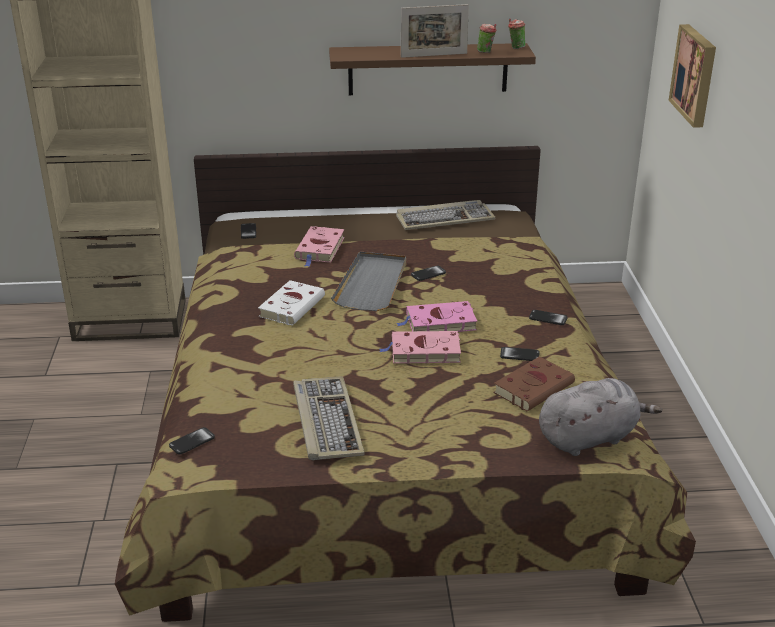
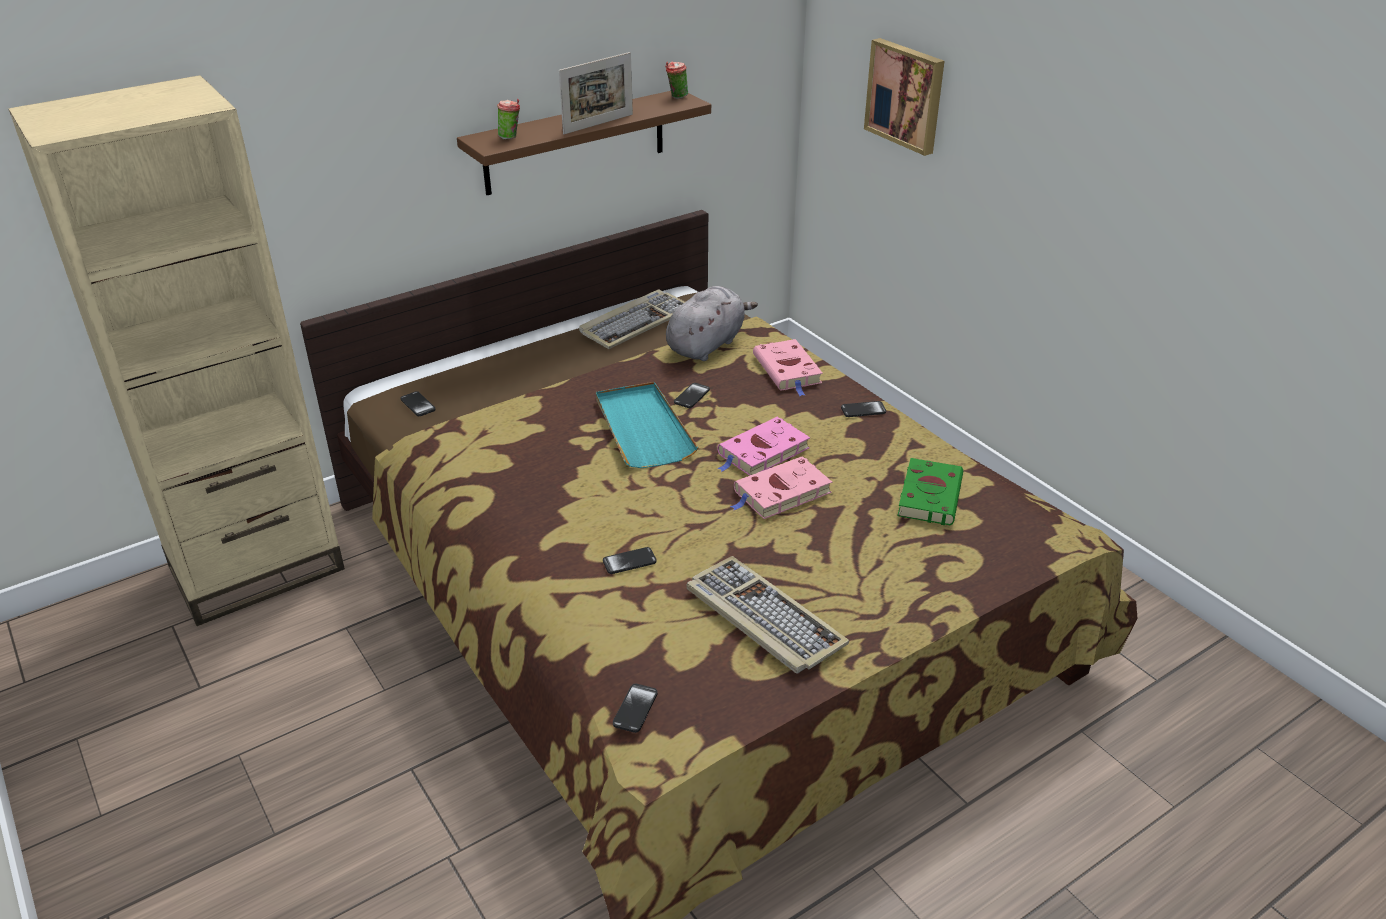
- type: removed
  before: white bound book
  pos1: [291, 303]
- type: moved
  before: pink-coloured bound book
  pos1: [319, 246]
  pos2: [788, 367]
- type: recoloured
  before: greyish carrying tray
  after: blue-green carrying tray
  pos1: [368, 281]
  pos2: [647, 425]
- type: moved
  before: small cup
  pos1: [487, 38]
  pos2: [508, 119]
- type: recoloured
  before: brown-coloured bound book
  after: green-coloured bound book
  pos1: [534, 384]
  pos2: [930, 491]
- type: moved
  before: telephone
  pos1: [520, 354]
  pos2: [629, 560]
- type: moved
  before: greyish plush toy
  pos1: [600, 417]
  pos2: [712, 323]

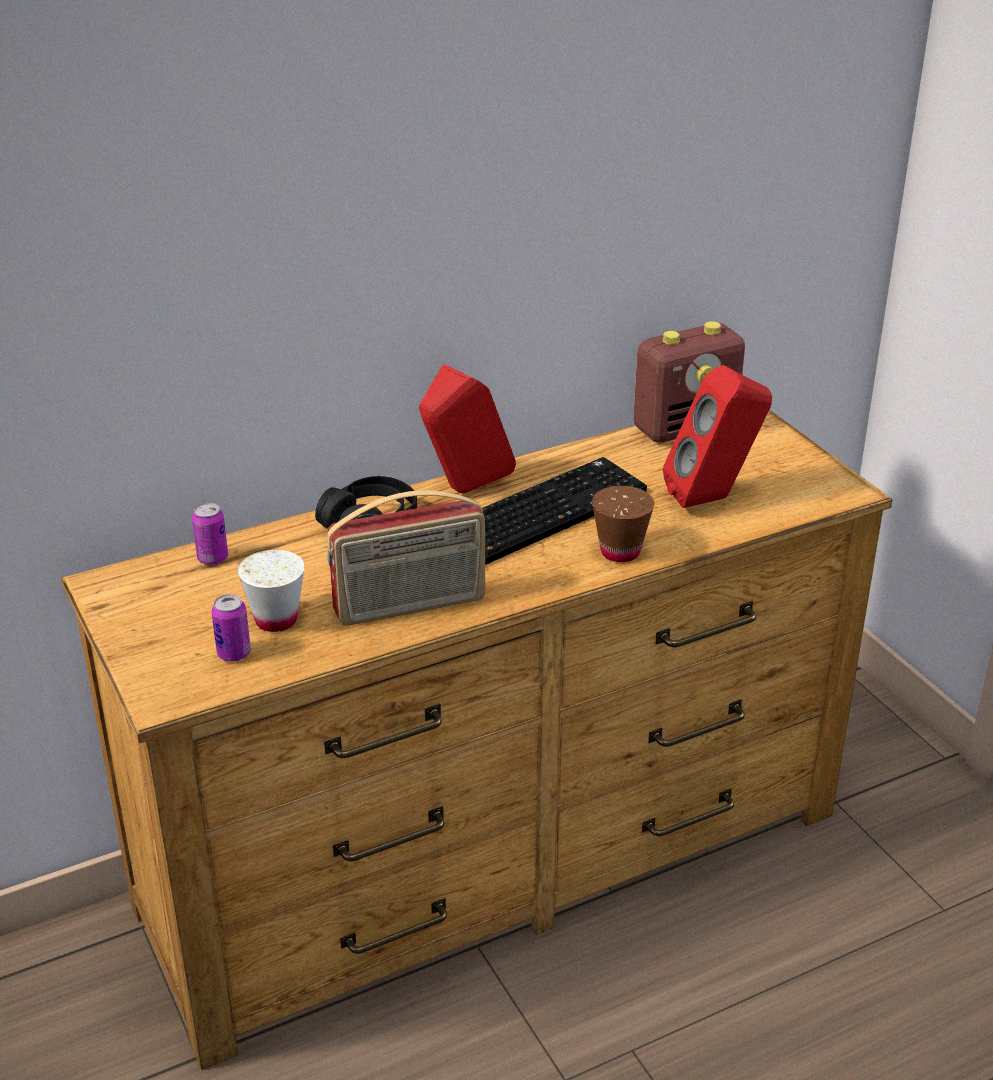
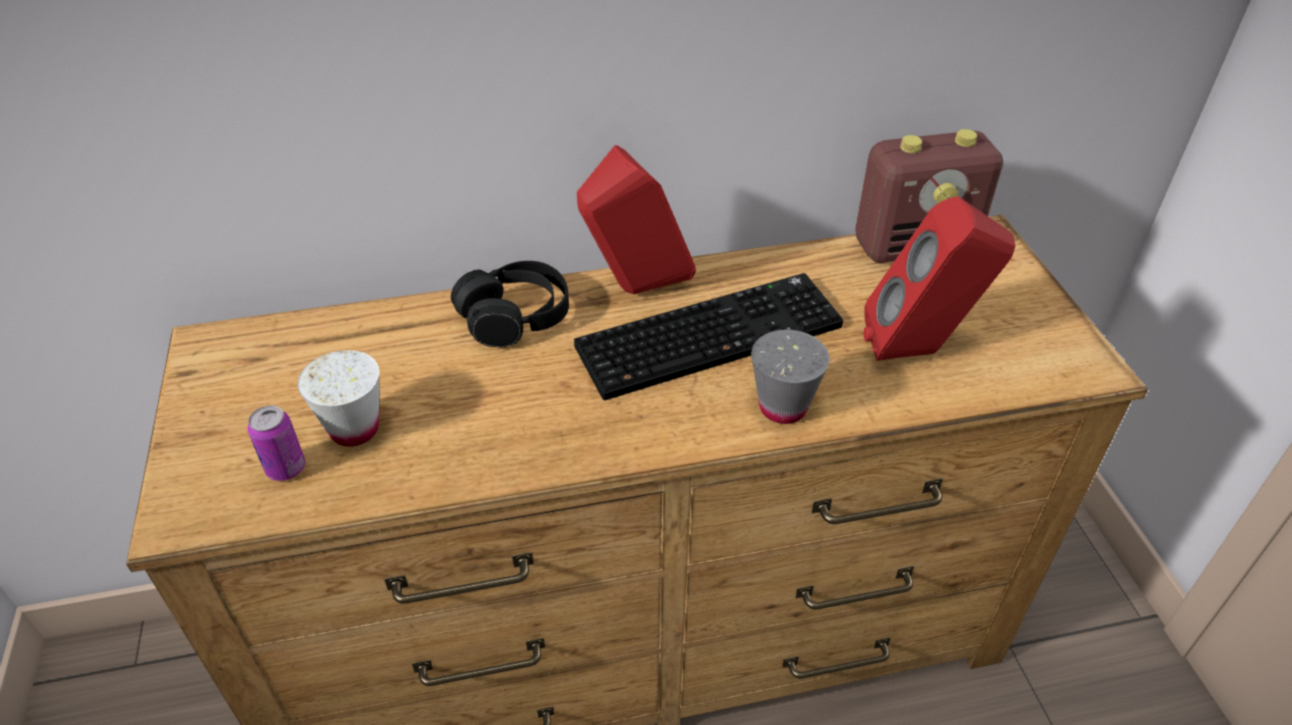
- type: removed
  before: sealed can
  pos1: [210, 534]
- type: removed
  before: radio set
  pos1: [406, 558]
- type: recoloured
  before: brown-coloured small cup
  after: greyish small cup
  pos1: [623, 524]
  pos2: [790, 377]

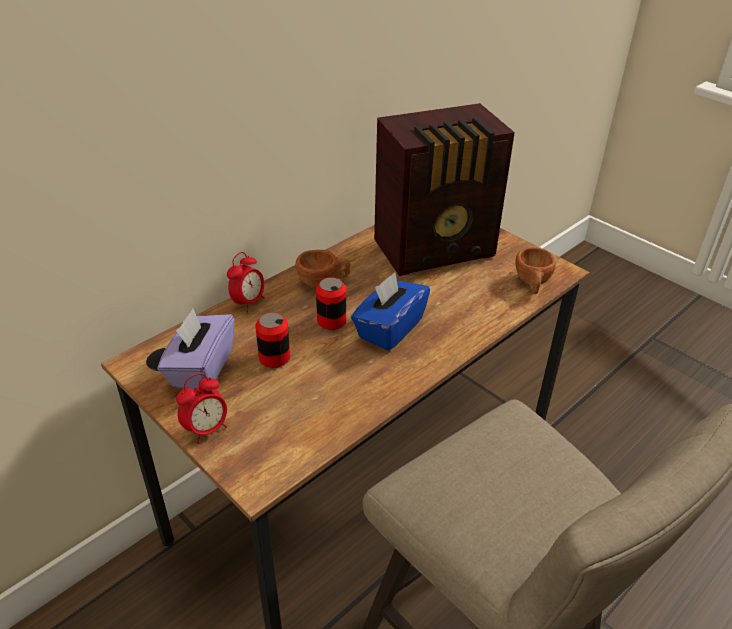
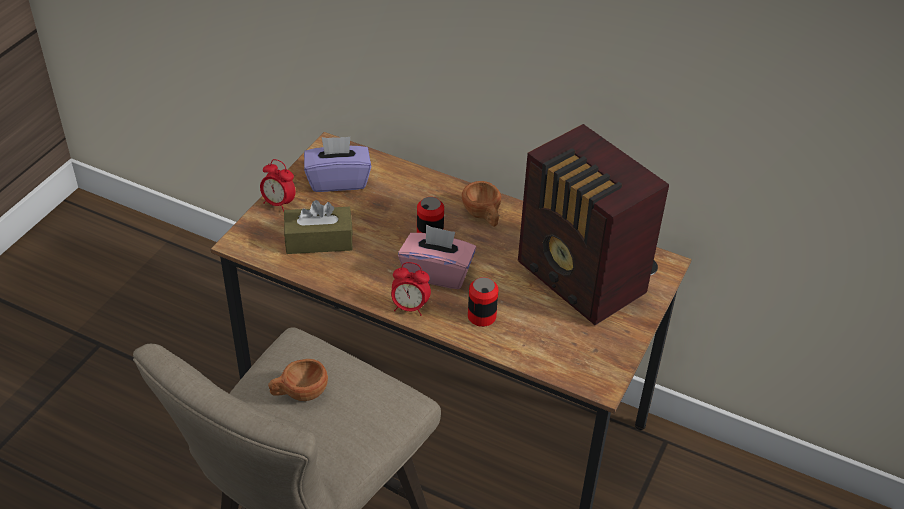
- type: moved
  before: bedside clock
  pos1: [245, 282]
  pos2: [411, 289]
- type: moved
  before: sealed can
  pos1: [272, 340]
  pos2: [483, 302]
- type: recoloured
  before: blue tissue box
  after: pink-coloured tissue box
  pos1: [390, 311]
  pos2: [437, 257]
- type: moved
  before: brown-coloured small cup
  pos1: [535, 270]
  pos2: [298, 380]
- type: added
  after: brown-coloured tissue box
  pos2: [318, 227]

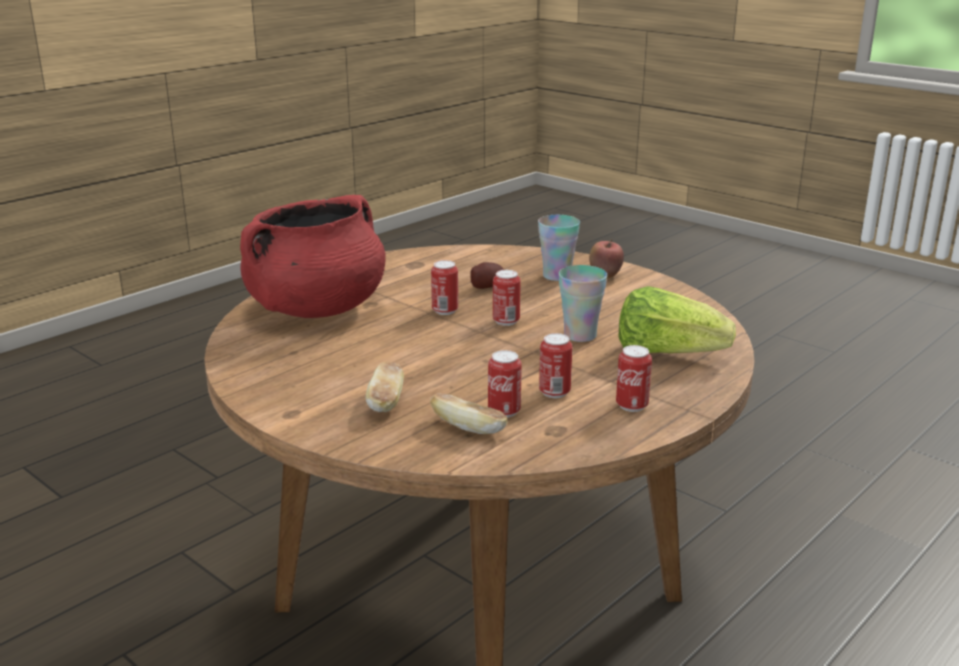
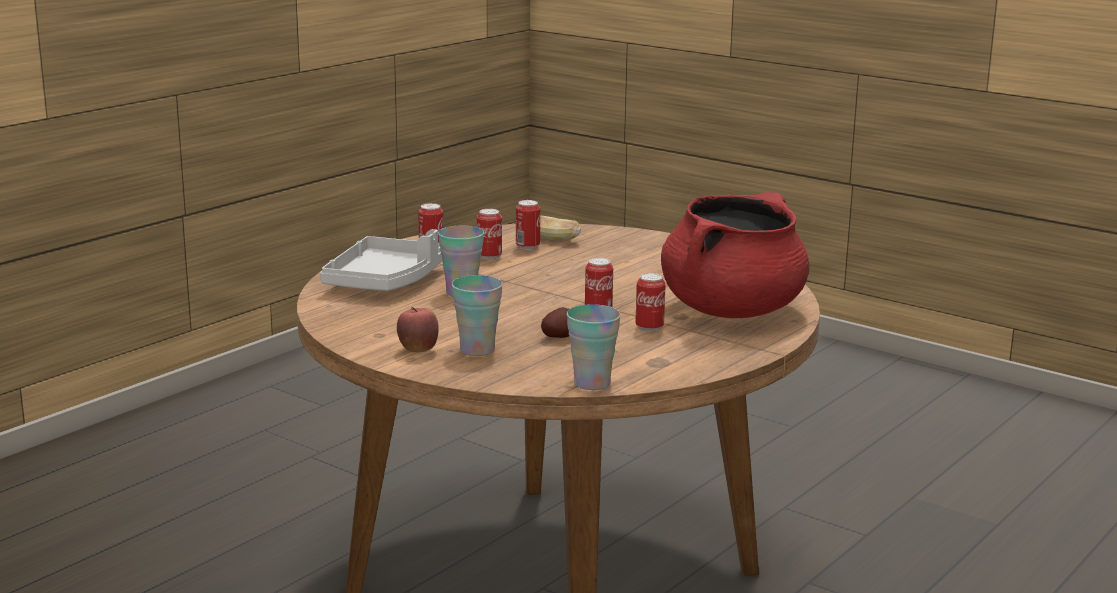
- type: removed
  before: bakery bread
  pos1: [384, 387]
- type: moved
  before: sealed can
  pos1: [507, 298]
  pos2: [650, 302]
- type: replaced
  before: lettuce head
  after: greyish carrying tray
  pos1: [677, 319]
  pos2: [381, 260]
- type: added
  after: small cup
  pos2: [594, 347]

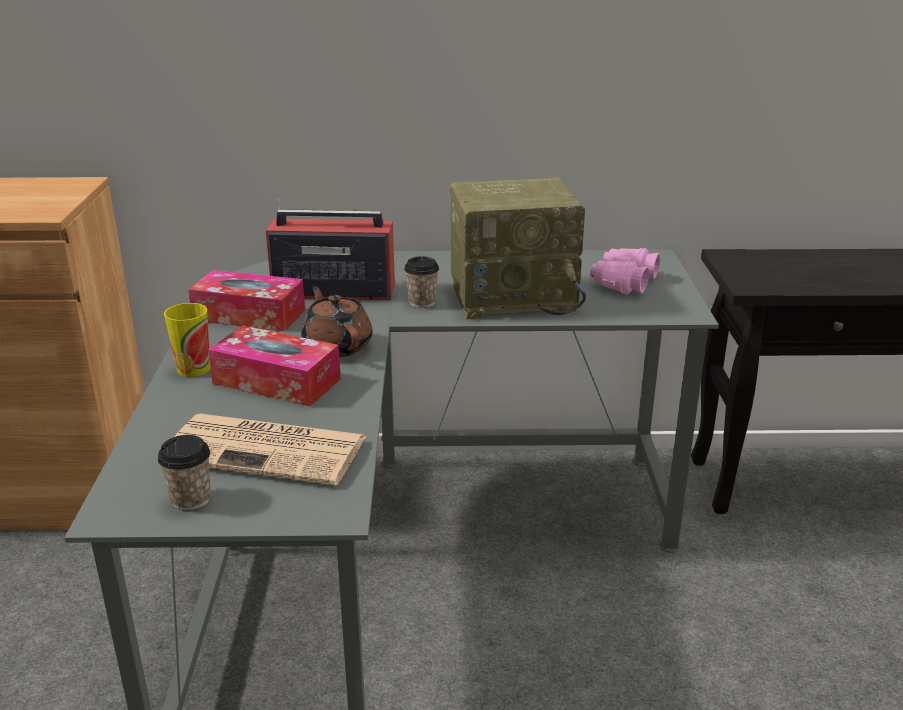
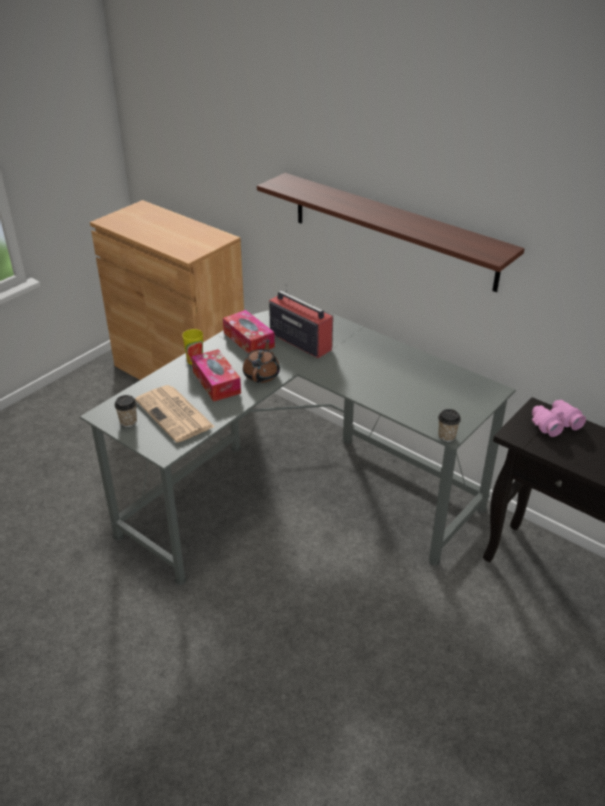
- type: moved
  before: small cup
  pos1: [421, 282]
  pos2: [449, 425]
- type: removed
  before: radio set
  pos1: [518, 248]
- type: moved
  before: pink-coloured pair of binoculars
  pos1: [625, 271]
  pos2: [559, 418]
- type: added
  after: bracket shelf
  pos2: [391, 232]

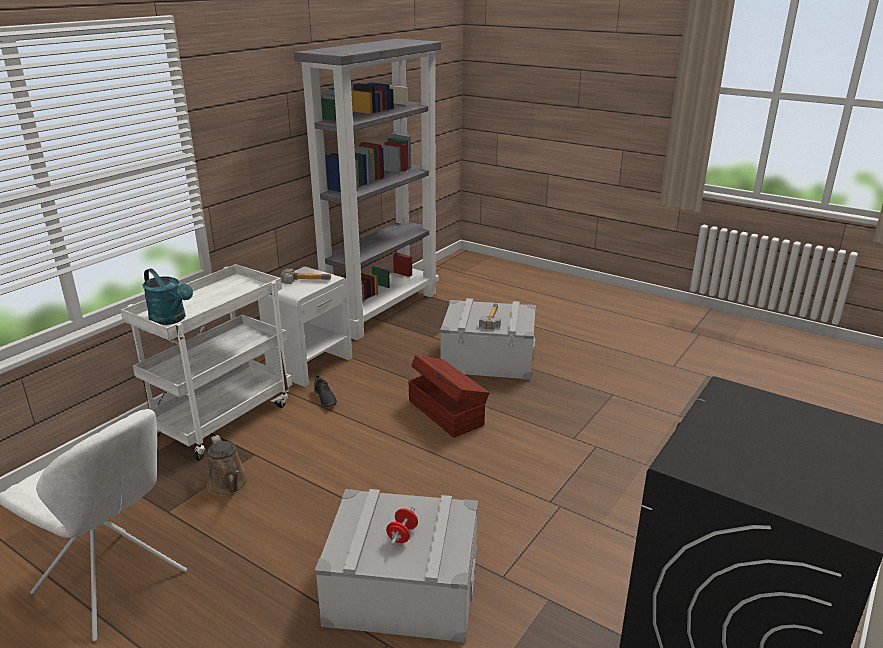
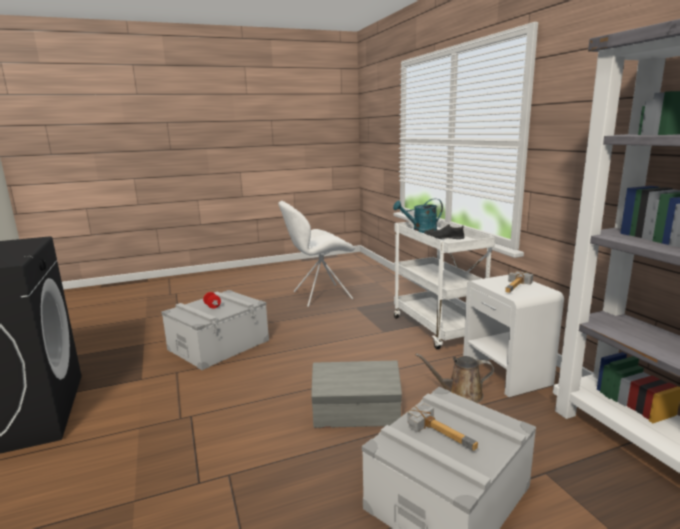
- type: moved
  before: brown-coloured sprinkling can
  pos1: [227, 465]
  pos2: [455, 378]
- type: moved
  before: black-coloured item of footwear
  pos1: [325, 391]
  pos2: [444, 231]
- type: recoloured
  before: brown-coloured storage bin
  after: greyish storage bin
  pos1: [449, 396]
  pos2: [356, 394]

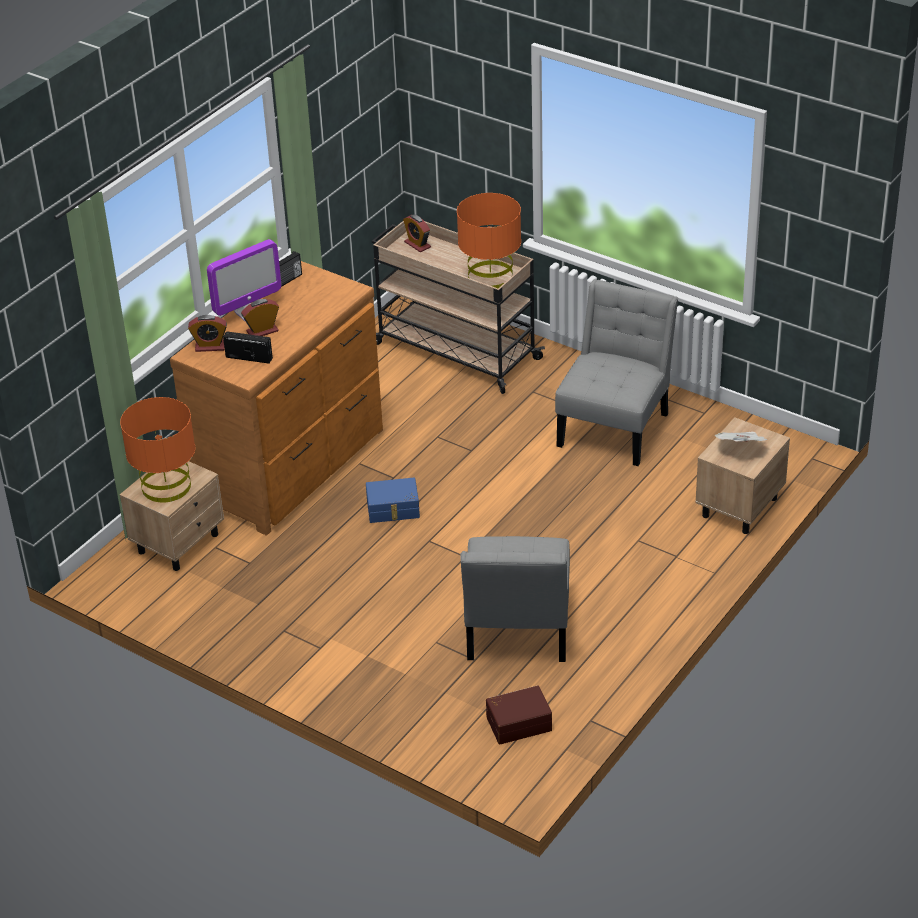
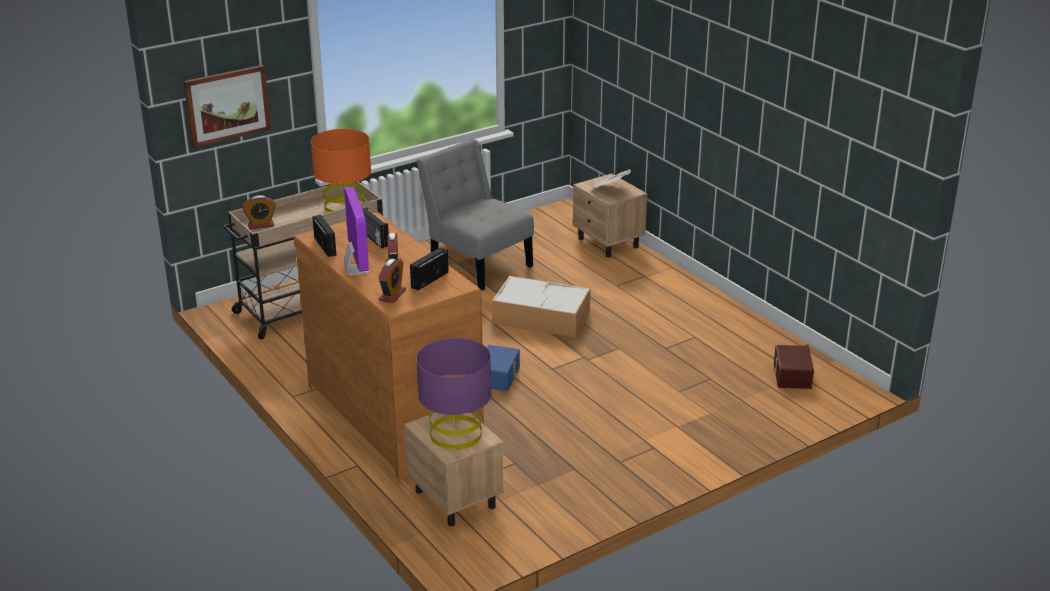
- type: recoloured
  before: orange lamp for a table
  after: purple-coloured lamp for a table
  pos1: [157, 450]
  pos2: [453, 394]
- type: removed
  before: greyish upright chair
  pos1: [515, 599]
- type: added
  after: picture
  pos2: [227, 106]
- type: added
  after: radio set
  pos2: [375, 228]
- type: added
  after: storage bin
  pos2: [541, 306]

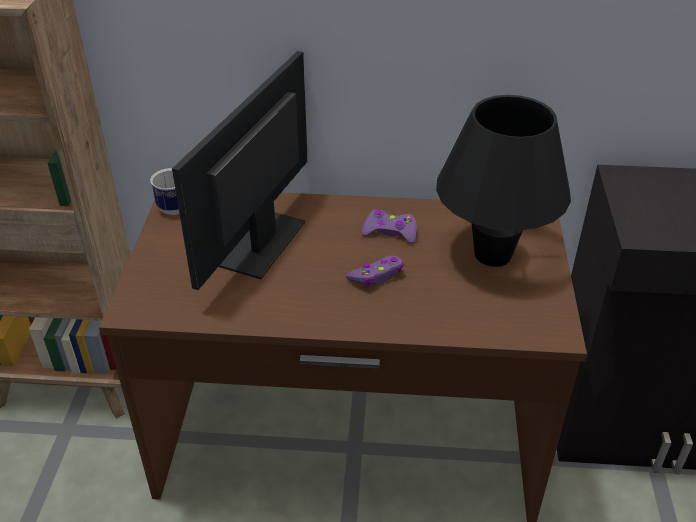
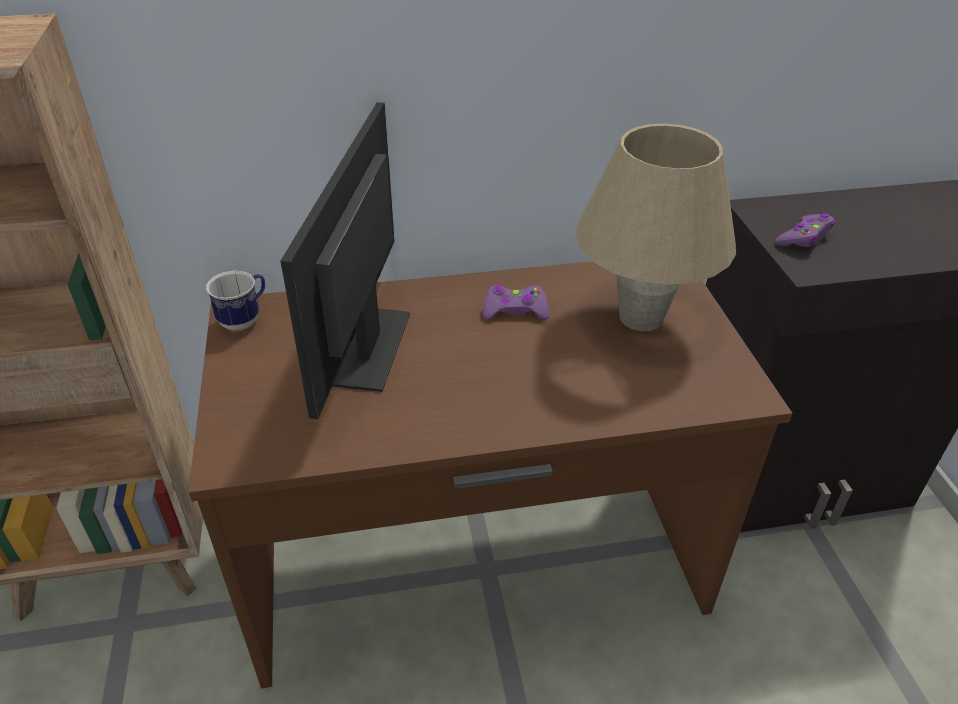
- type: moved
  before: purple-coloured game controller
  pos1: [375, 270]
  pos2: [805, 230]
- type: recoloured
  before: black-coloured lamp for a table
  after: sand-coloured lamp for a table
  pos1: [503, 181]
  pos2: [656, 227]

